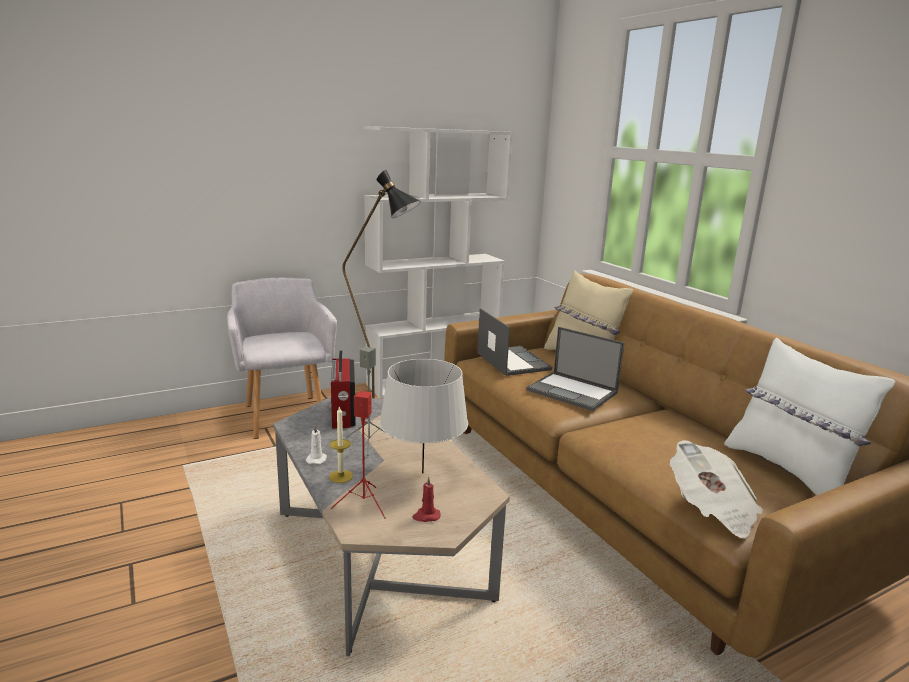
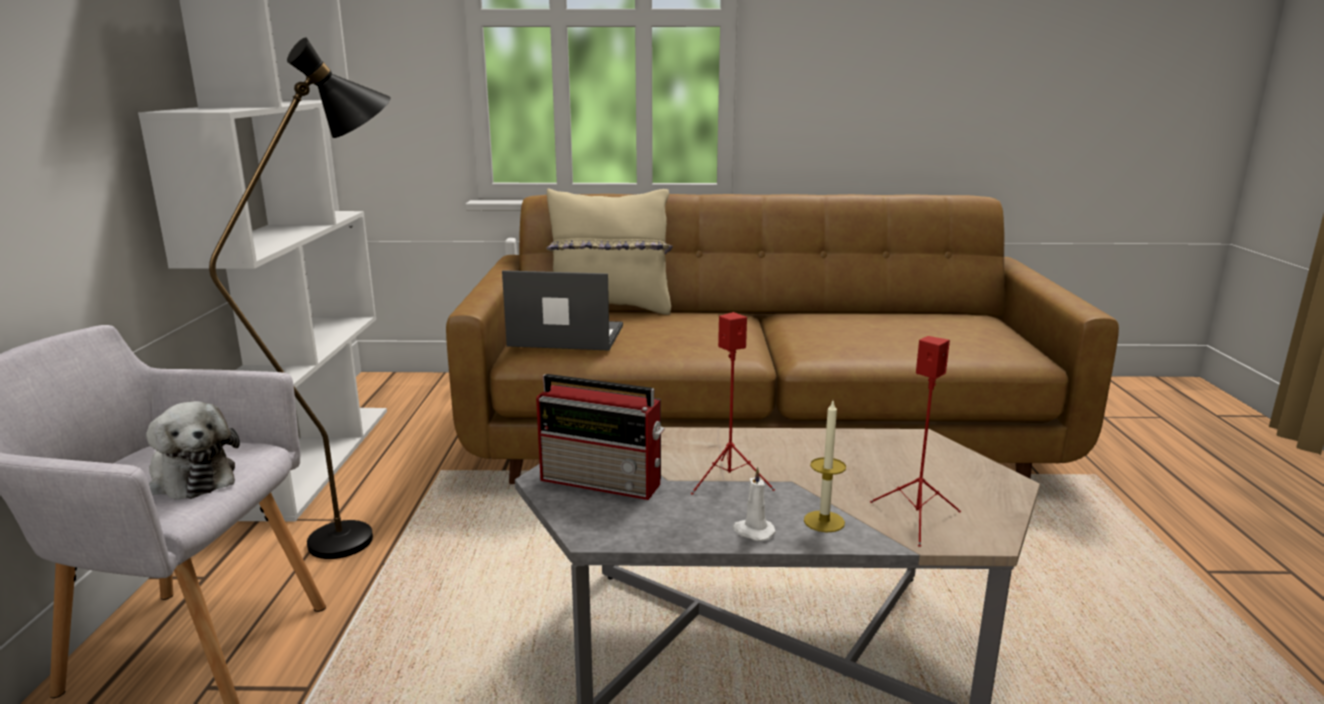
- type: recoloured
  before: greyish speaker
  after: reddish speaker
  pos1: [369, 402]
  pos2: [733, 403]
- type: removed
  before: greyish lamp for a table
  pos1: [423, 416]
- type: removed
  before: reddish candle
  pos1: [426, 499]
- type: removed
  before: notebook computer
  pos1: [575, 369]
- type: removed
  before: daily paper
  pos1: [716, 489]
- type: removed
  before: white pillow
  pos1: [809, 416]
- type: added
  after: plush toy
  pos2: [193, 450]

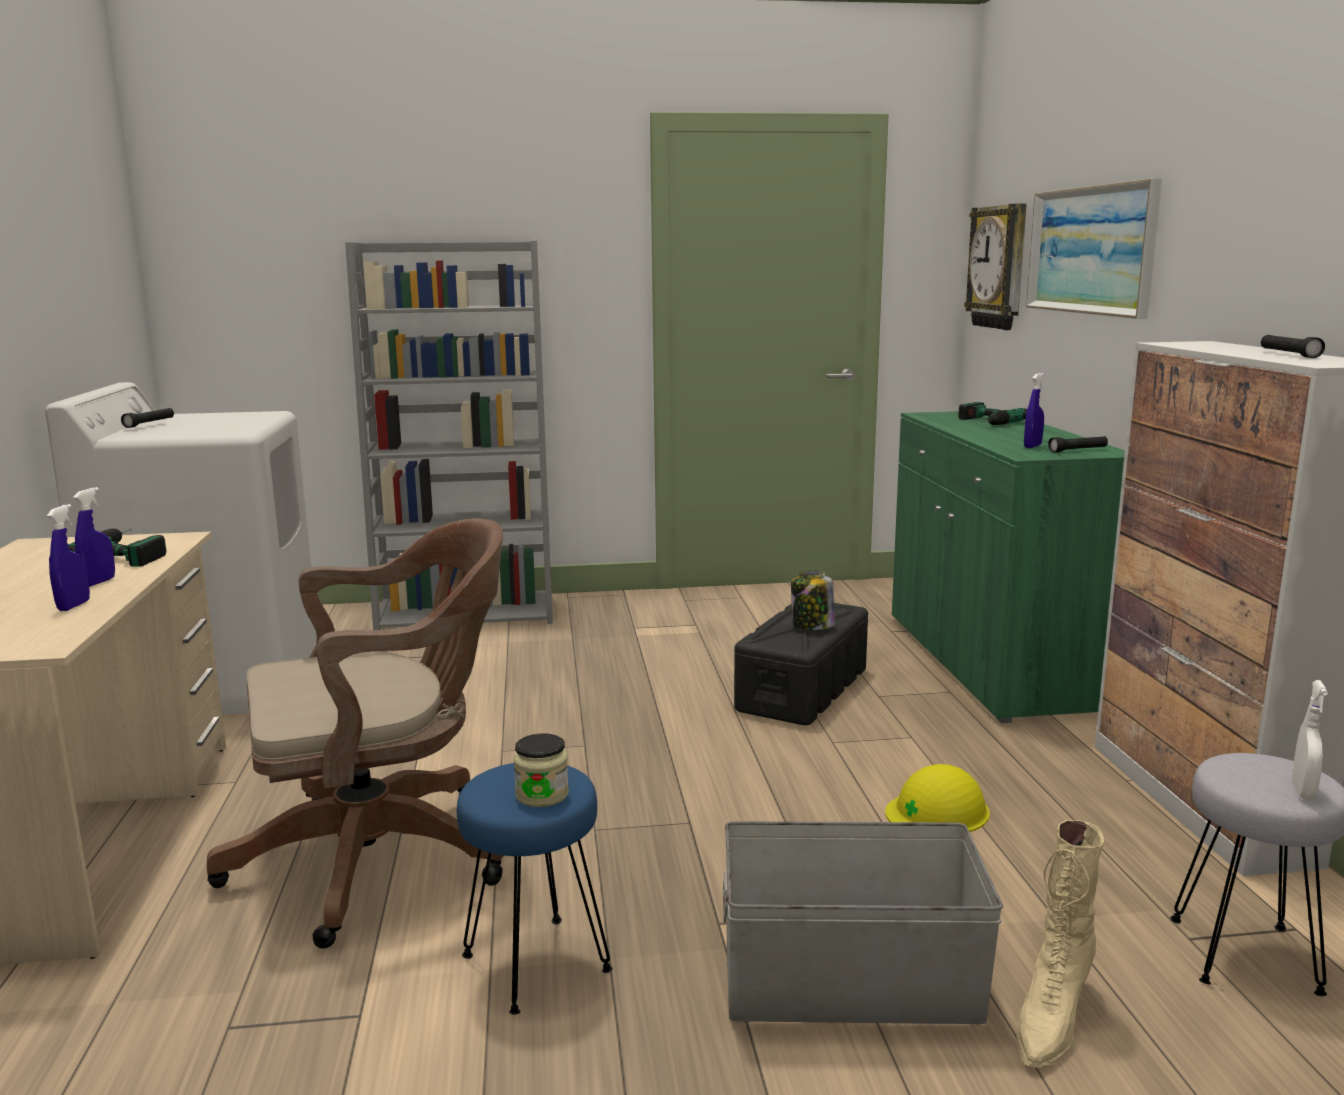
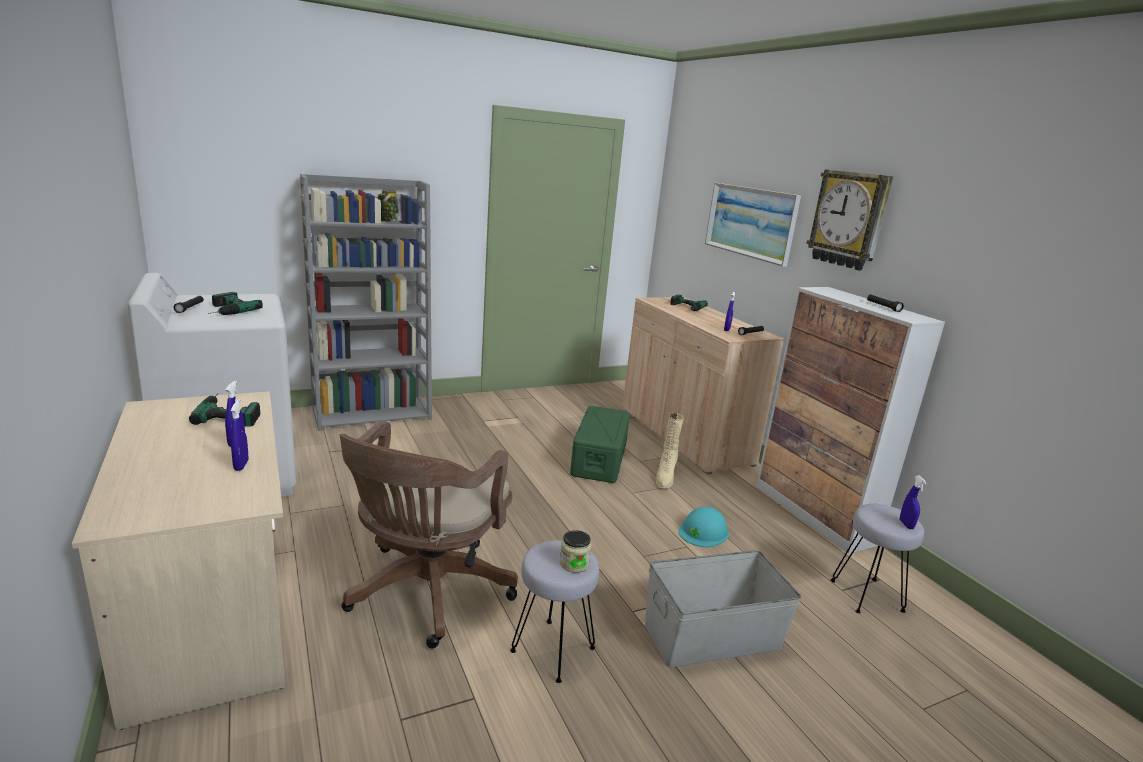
- type: turned
  before: brown-coloured office chair
  pos1: [355, 733]
  pos2: [429, 534]
  turn: 150
- type: recoloured
  before: blue stool
  after: greyish stool
  pos1: [535, 889]
  pos2: [554, 611]
- type: recoloured
  before: black-coloured storage bin
  after: green-coloured storage bin
  pos1: [801, 664]
  pos2: [600, 444]
- type: moved
  before: preserve jar
  pos1: [813, 600]
  pos2: [390, 206]
- type: recoloured
  before: yellow safety helmet
  after: blue-green safety helmet
  pos1: [937, 798]
  pos2: [703, 527]
- type: recoloured
  before: green-coloured storage cabinet
  after: sand-coloured storage cabinet
  pos1: [1008, 567]
  pos2: [703, 386]
- type: moved
  before: hanging clock
  pos1: [995, 266]
  pos2: [849, 220]
- type: moved
  before: sand-coloured boot
  pos1: [1060, 944]
  pos2: [670, 451]
- type: recoloured
  before: white sprayer
  after: blue sprayer
  pos1: [1310, 740]
  pos2: [913, 502]
- type: added
  after: drill
  pos2: [235, 303]

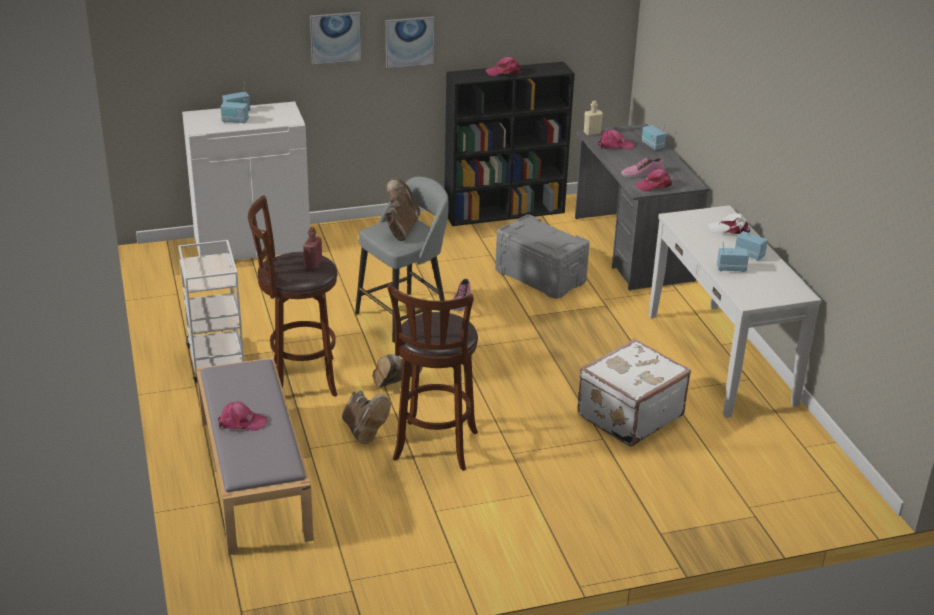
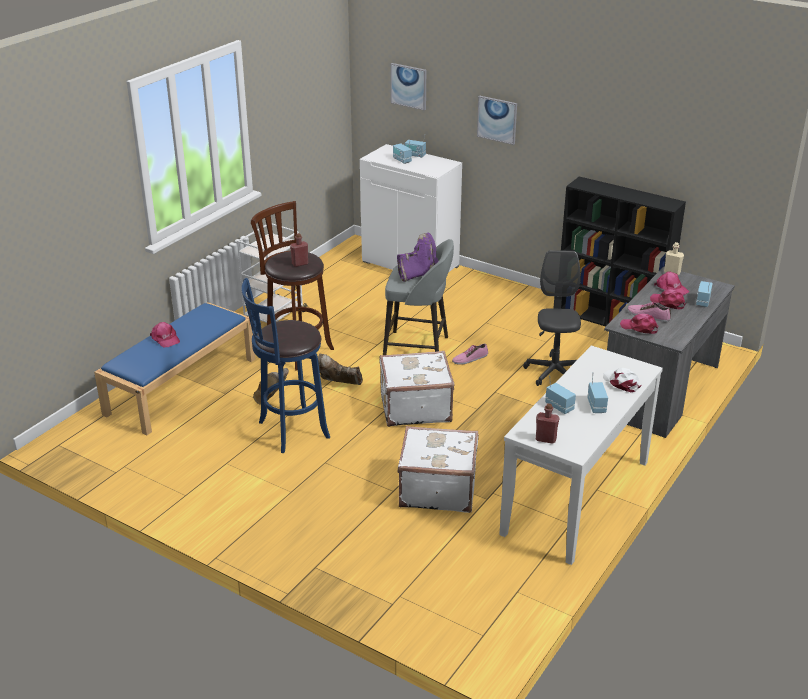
- type: recoloured
  before: greyish indoor bench
  after: blue indoor bench
  pos1: [255, 456]
  pos2: [174, 368]
- type: recoloured
  before: brown-coloured boot
  after: purple-coloured boot
  pos1: [402, 209]
  pos2: [417, 257]
- type: moved
  before: picture
  pos1: [410, 42]
  pos2: [408, 87]
- type: recoloured
  before: brown-coloured stool
  after: blue stool
  pos1: [432, 377]
  pos2: [285, 365]
- type: moved
  before: pink-coloured peaked cap
  pos1: [503, 66]
  pos2: [668, 299]
- type: replaced
  before: greyish storage bin
  after: greyish office chair
  pos1: [542, 256]
  pos2: [552, 318]
- type: added
  after: white travel case
  pos2: [417, 389]
- type: added
  after: reddish beverage bottle
  pos2: [548, 423]

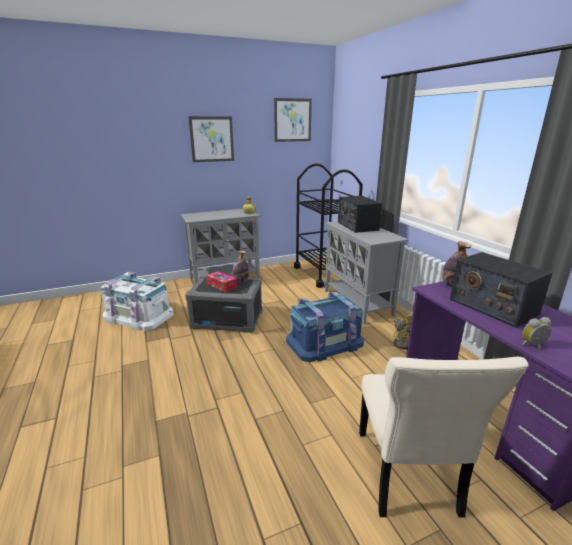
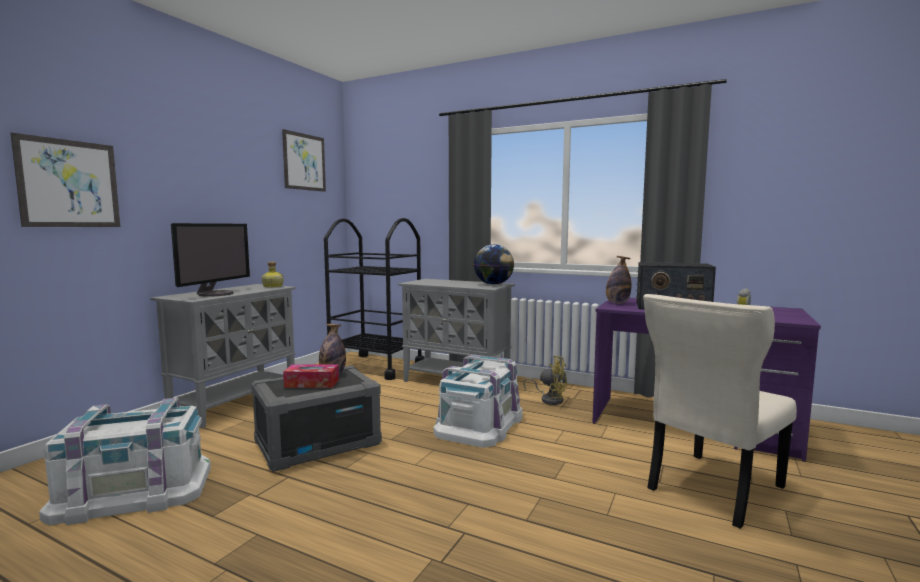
- type: moved
  before: picture
  pos1: [211, 139]
  pos2: [65, 180]
- type: recoloured
  before: blue storage bin
  after: white storage bin
  pos1: [325, 327]
  pos2: [477, 401]
- type: removed
  before: radio set
  pos1: [360, 214]
- type: turned
  before: sand-coloured upright chair
  pos1: [444, 437]
  pos2: [720, 411]
  turn: 90
- type: added
  after: computer screen
  pos2: [210, 260]
- type: added
  after: globe
  pos2: [494, 264]

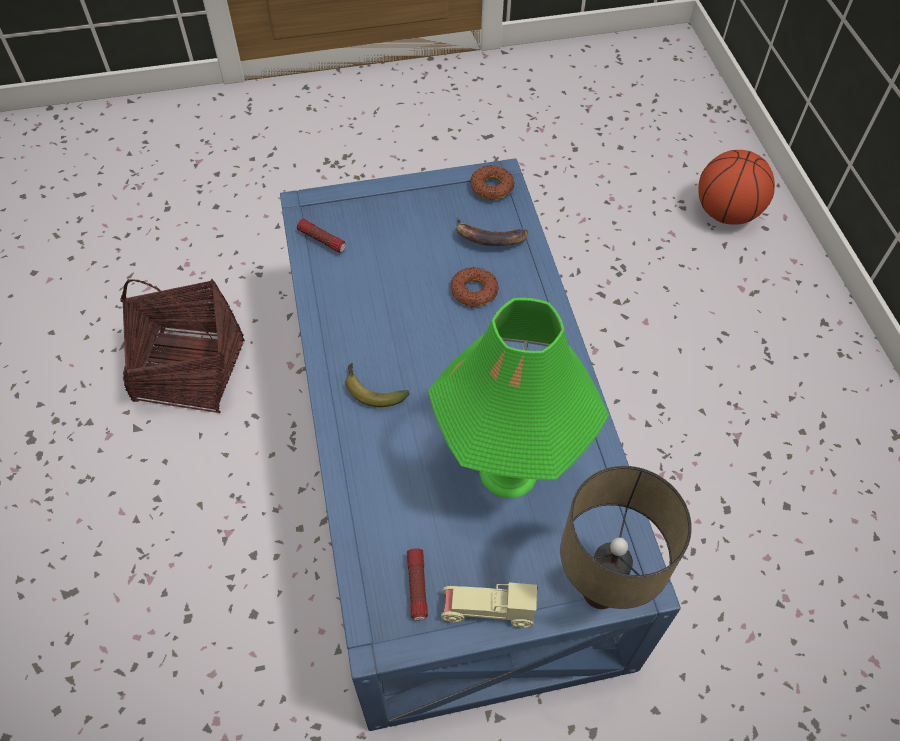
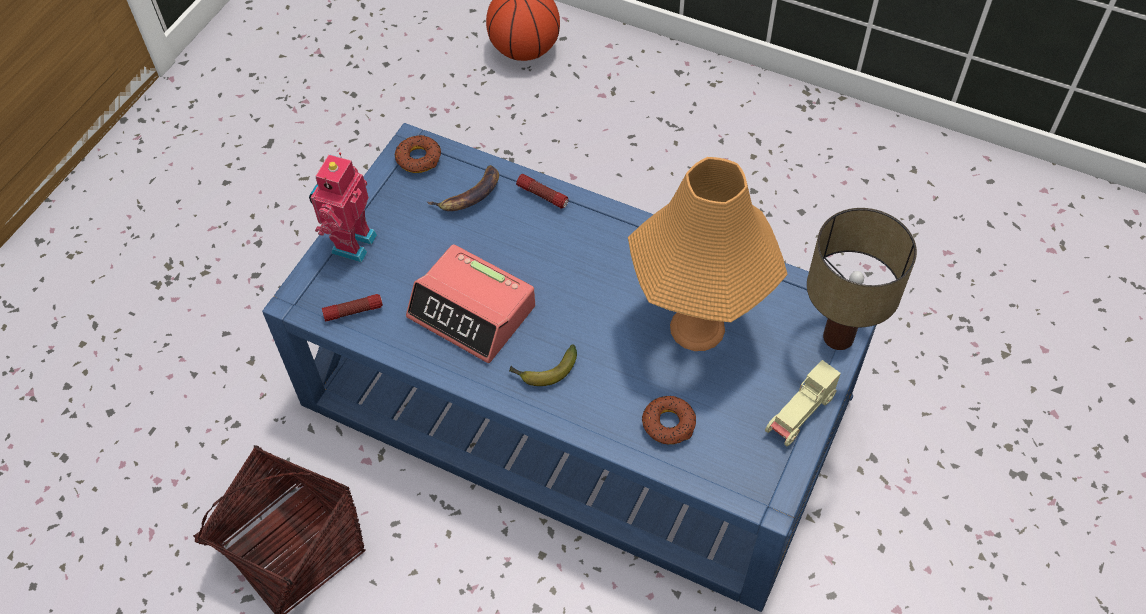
- type: moved
  before: flashlight
  pos1: [417, 584]
  pos2: [542, 191]
- type: recoloured
  before: green-coloured lamp for a table
  after: orange lamp for a table
  pos1: [518, 398]
  pos2: [708, 254]
- type: moved
  before: ring doughnut
  pos1: [475, 287]
  pos2: [669, 420]
- type: added
  after: model robot
  pos2: [343, 207]
- type: added
  after: bedside clock
  pos2: [470, 303]

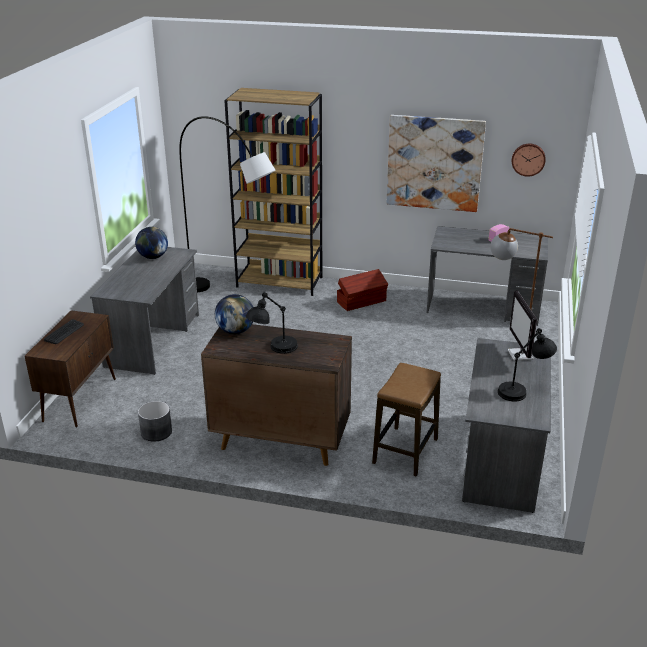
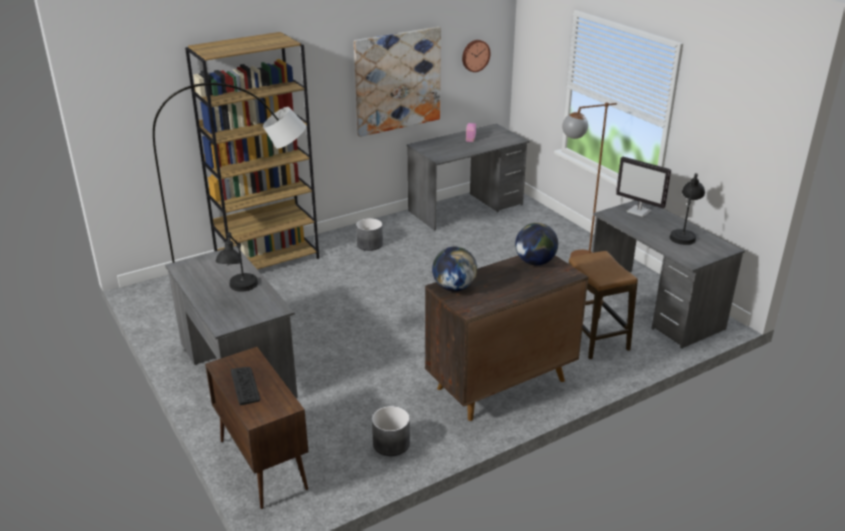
- type: moved
  before: globe
  pos1: [151, 243]
  pos2: [536, 244]
- type: moved
  before: black-coloured lamp for a table
  pos1: [272, 323]
  pos2: [237, 262]
- type: replaced
  before: brown-coloured storage bin
  after: greyish flower pot
  pos1: [362, 290]
  pos2: [369, 234]

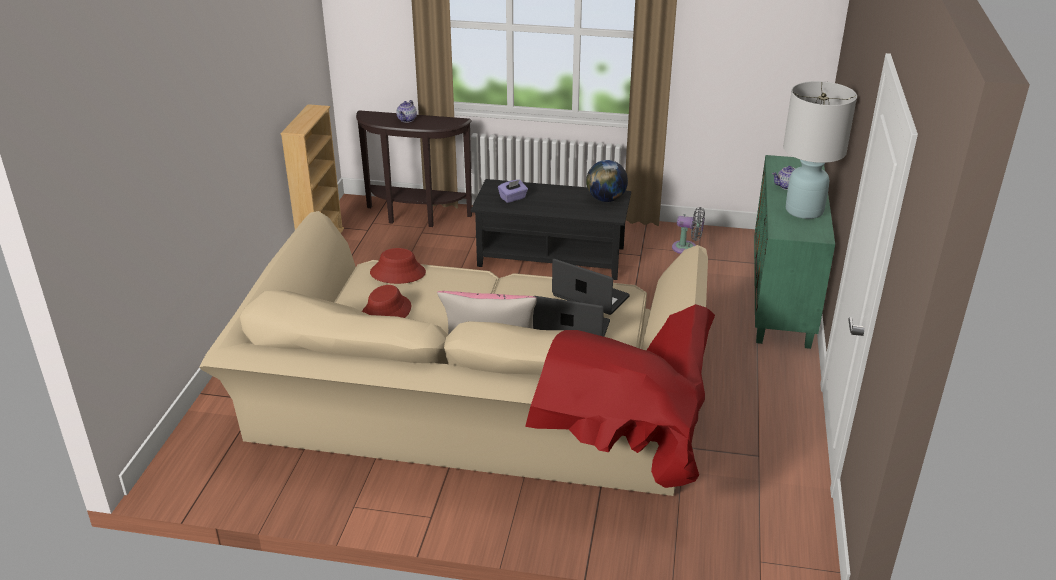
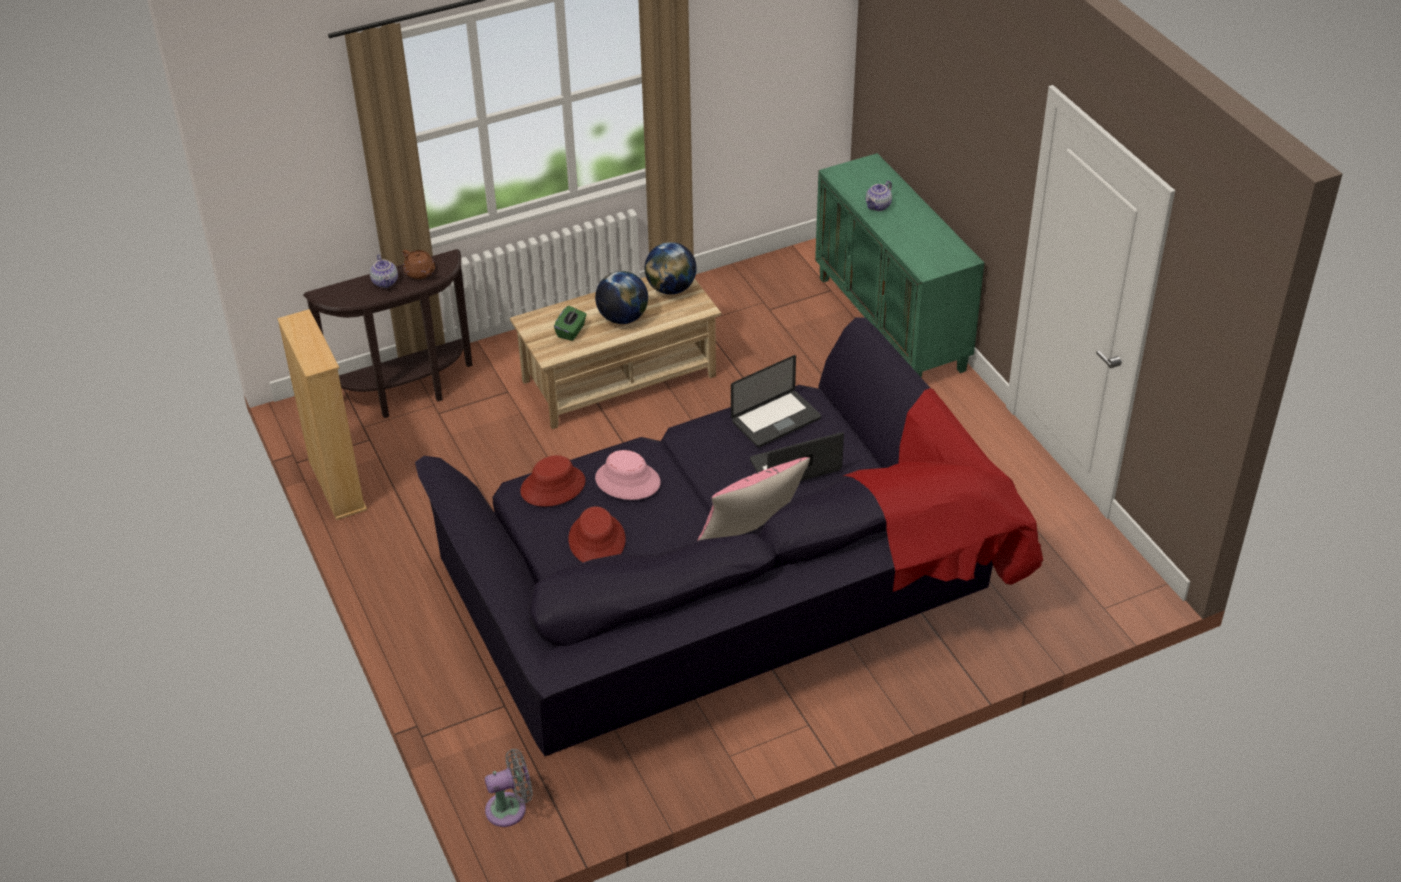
- type: recoloured
  before: sand-coloured settee
  after: black-coloured settee
  pos1: [457, 353]
  pos2: [729, 536]
- type: recoloured
  before: black-coloured coffee table
  after: sand-coloured coffee table
  pos1: [551, 229]
  pos2: [615, 353]
- type: recoloured
  before: purple-coloured tissue box
  after: green-coloured tissue box
  pos1: [513, 191]
  pos2: [570, 323]
- type: turned
  before: notebook computer
  pos1: [591, 287]
  pos2: [776, 401]
  turn: 150
- type: moved
  before: greyish electric fan
  pos1: [688, 230]
  pos2: [509, 788]
- type: removed
  before: white lamp for a table
  pos1: [820, 150]
- type: added
  after: brown-coloured pot for tea
  pos2: [419, 264]
- type: added
  after: globe
  pos2: [621, 297]
- type: added
  after: pink-coloured wearable hat
  pos2: [628, 475]

